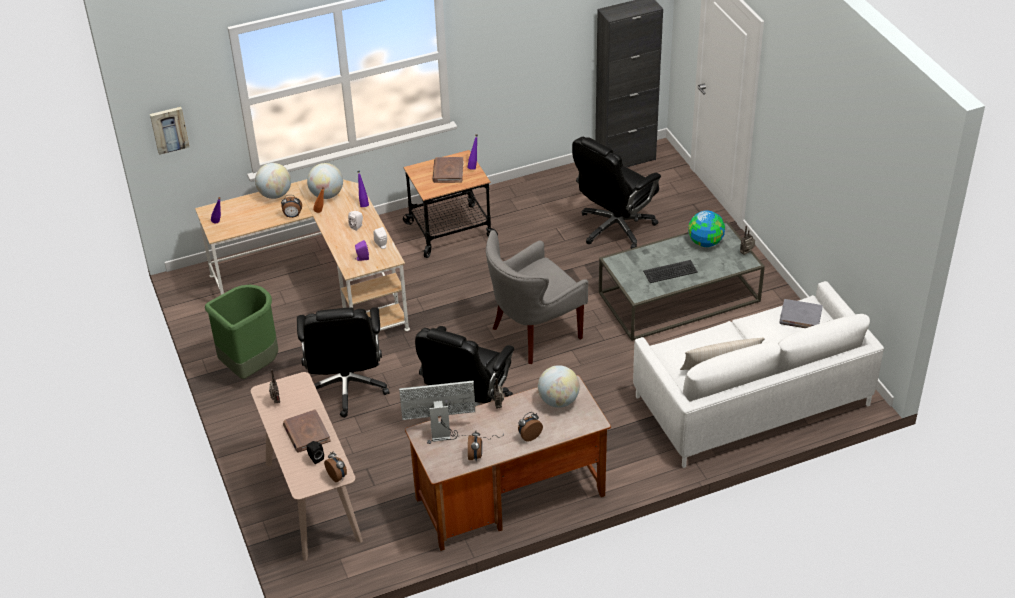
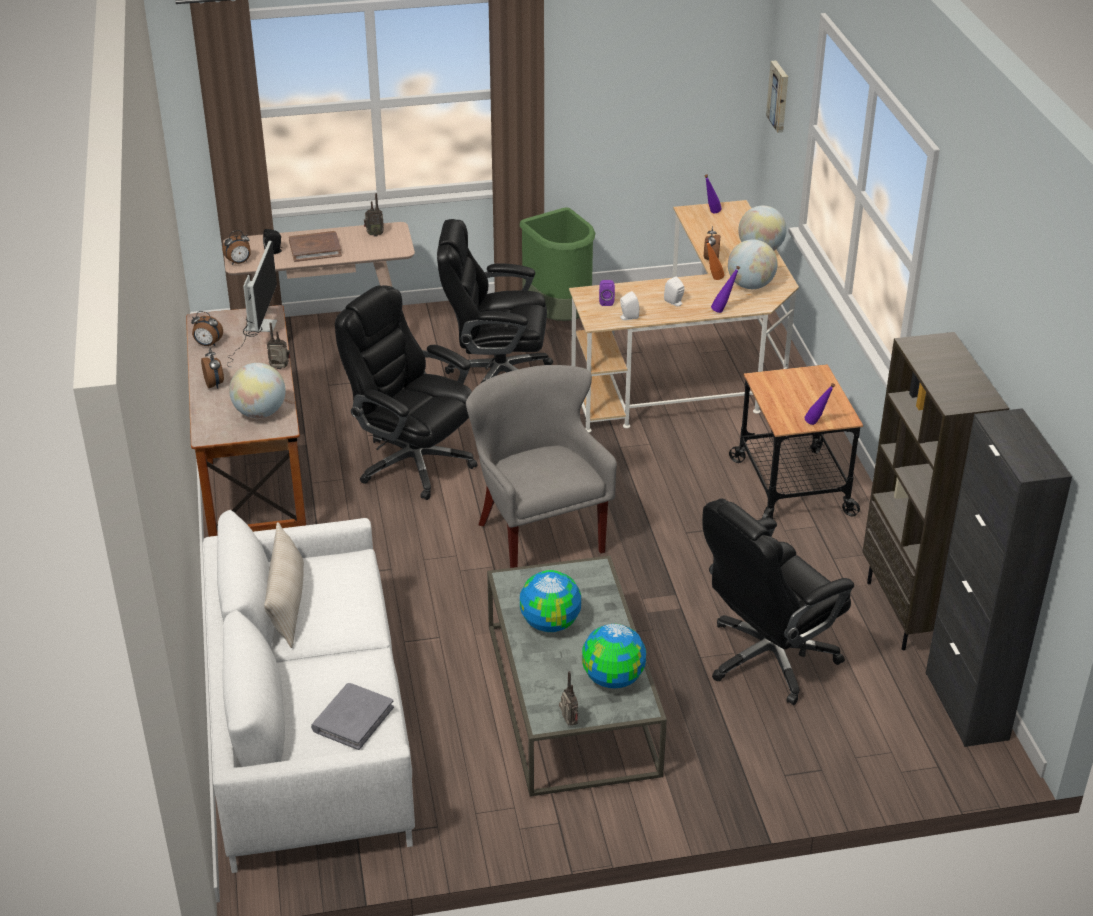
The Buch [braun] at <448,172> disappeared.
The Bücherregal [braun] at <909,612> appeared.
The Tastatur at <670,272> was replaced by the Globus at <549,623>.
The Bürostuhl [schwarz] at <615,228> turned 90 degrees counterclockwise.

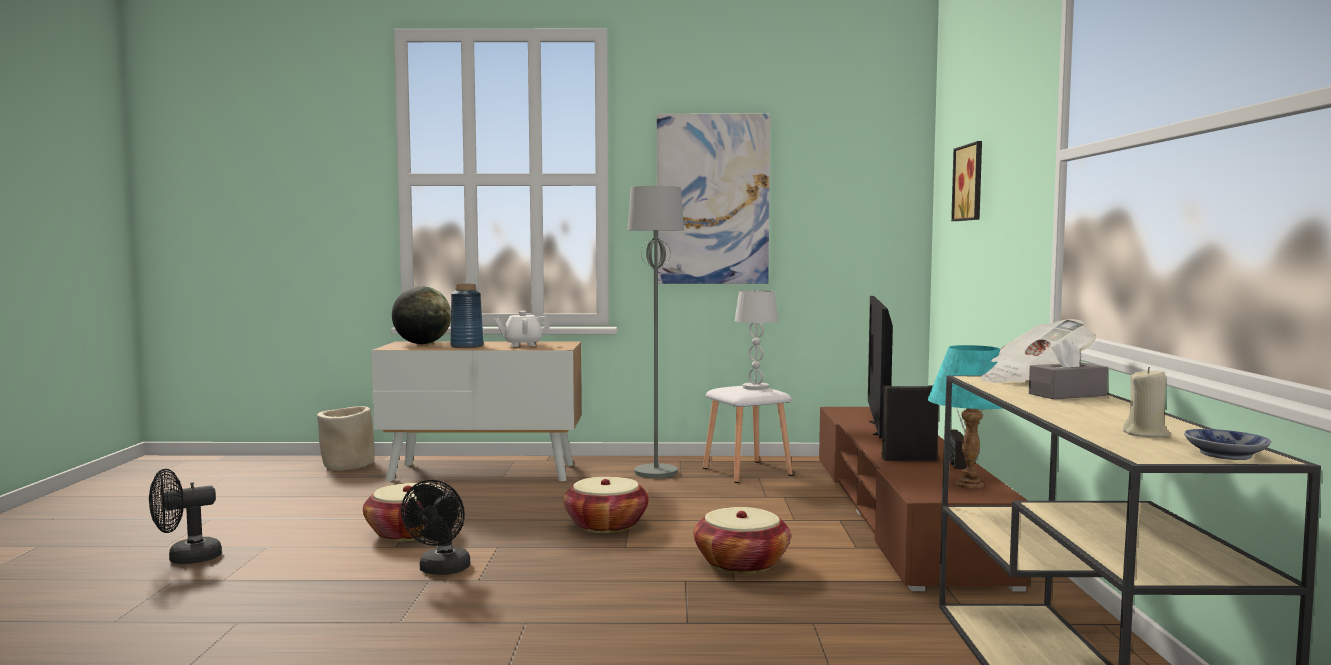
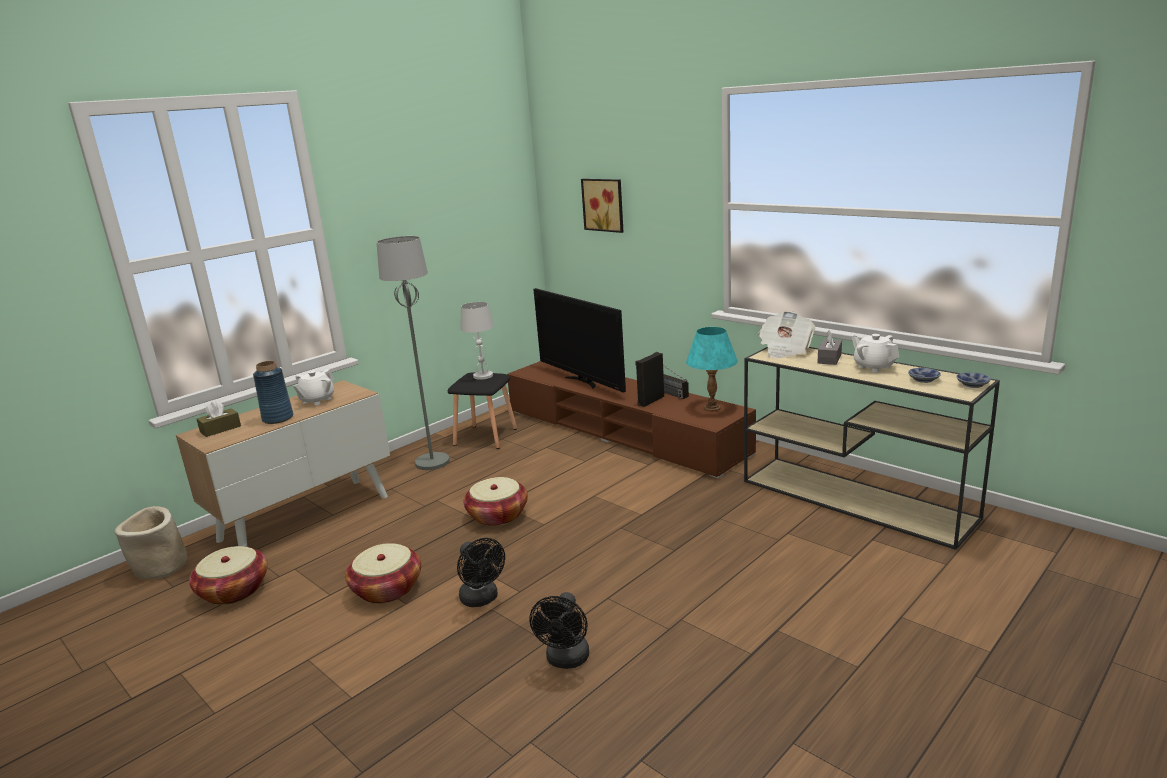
The Bild at <712,199> disappeared.
The Teekanne [weiß] at <873,367> appeared.
The Ventilator [schwarz] moved from <185,558> to <566,660>.
The Korb moved from <741,563> to <234,591>.
The Globus at <422,343> was replaced by the Taschentuchbox [braun] at <220,429>.
The Kerze [beige] at <1146,434> was replaced by the Schüssel at <924,380>.
The Hocker [weiß] at <747,471> became the Hocker [schwarz] at <485,436>.

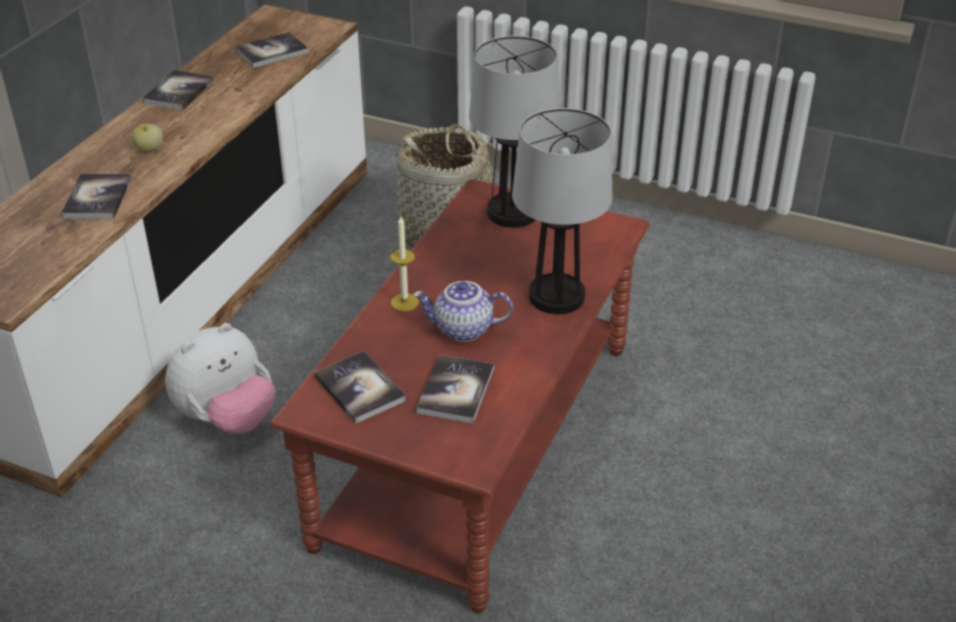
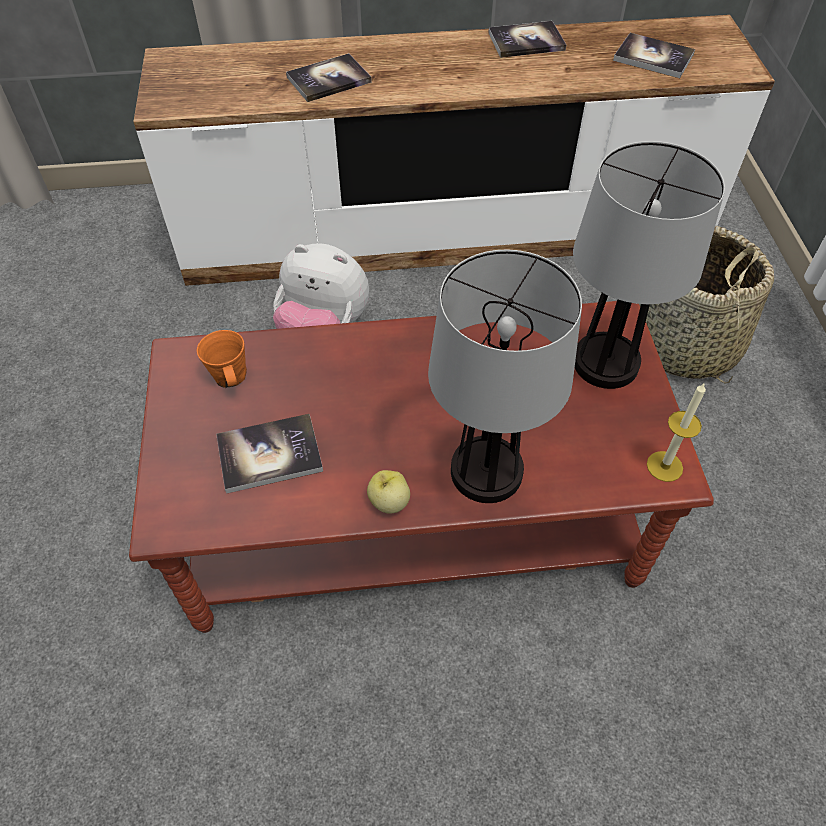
The Teekanne at <463,330> disappeared.
The Apfel moved from <149,149> to <388,502>.
The Kerze moved from <404,302> to <664,466>.
The Buch at <360,388> was replaced by the Henkelbecher [orange] at <230,378>.

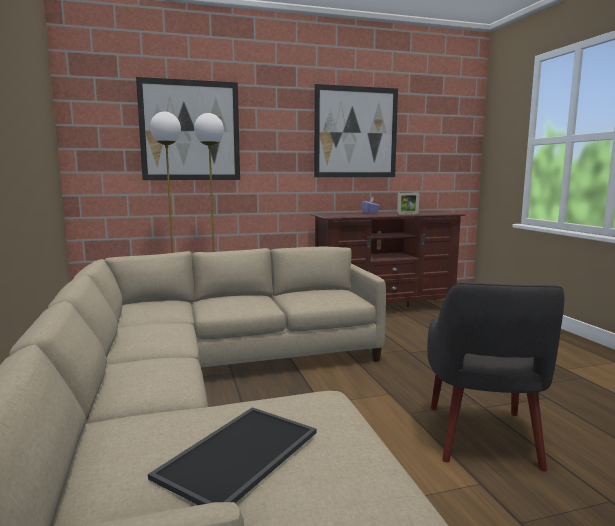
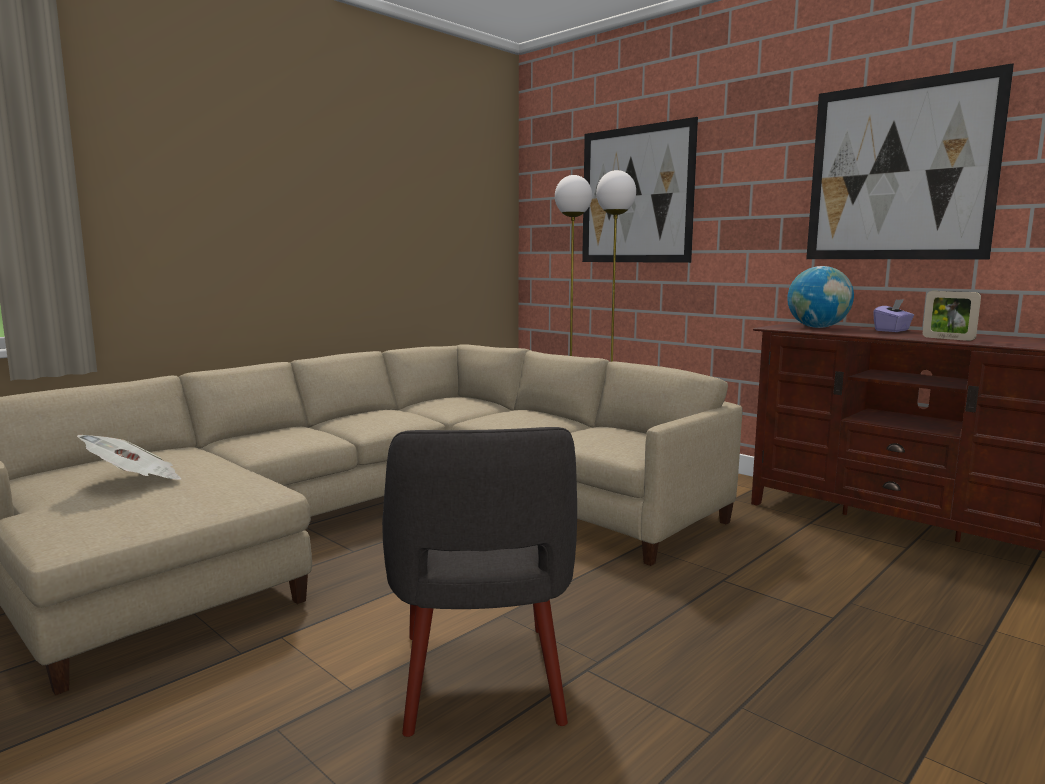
The Globus at <817,327> appeared.
The Tablett at <238,452> was replaced by the Zeitung at <135,480>.
The Sessel [grau] at <483,437> turned 75 degrees counterclockwise.

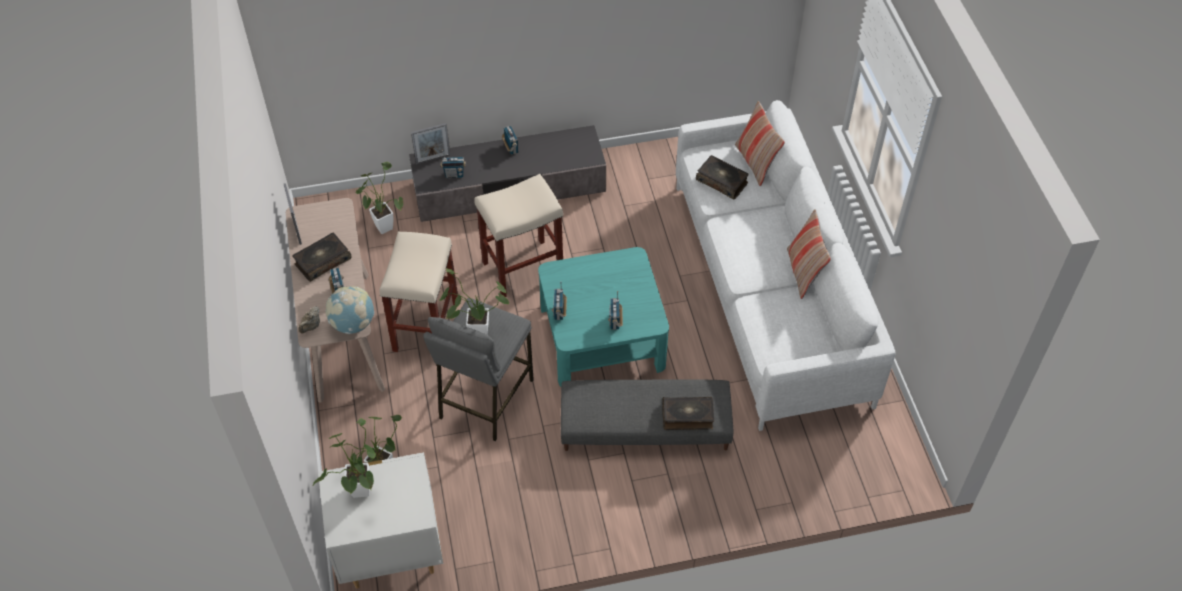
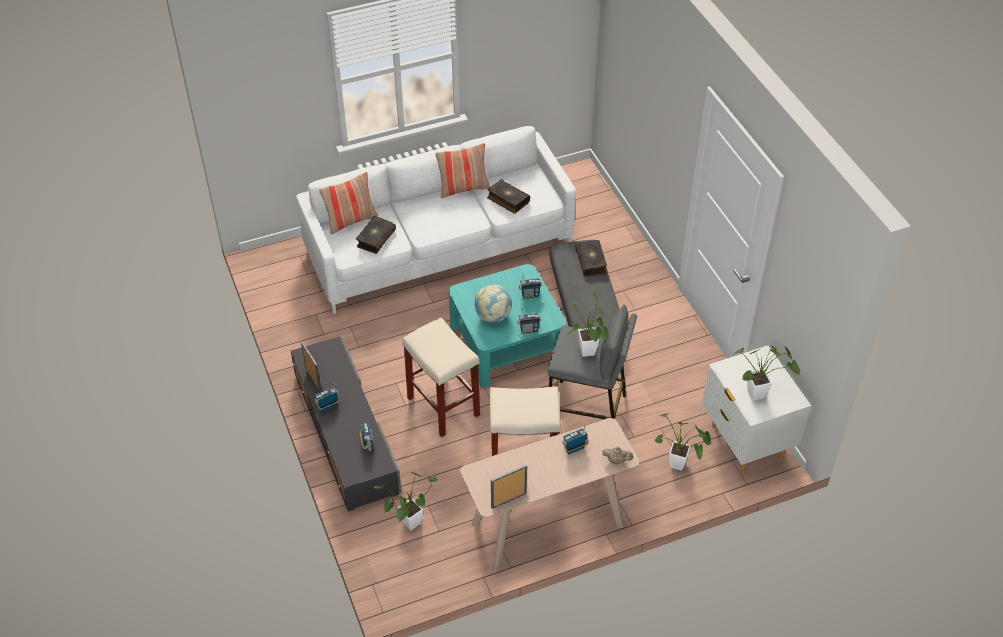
The Buch moved from <322,261> to <508,200>.
The Globus moved from <353,324> to <493,316>.
The Bilderrahmen moved from <433,159> to <313,380>.

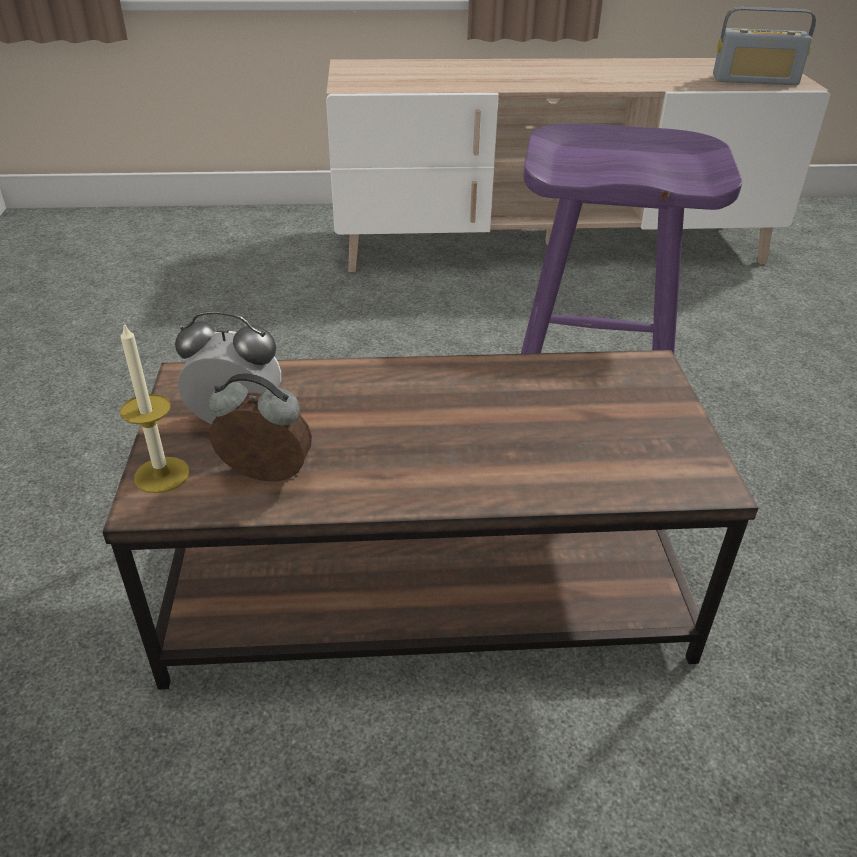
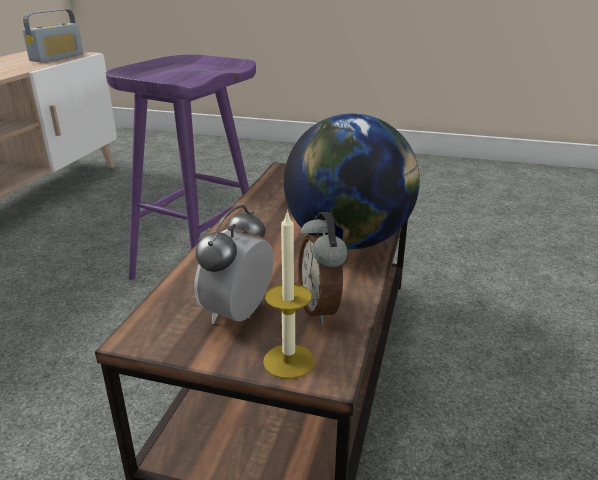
The Globus at <349,241> appeared.
The Wecker at <265,477> turned 45 degrees counterclockwise.

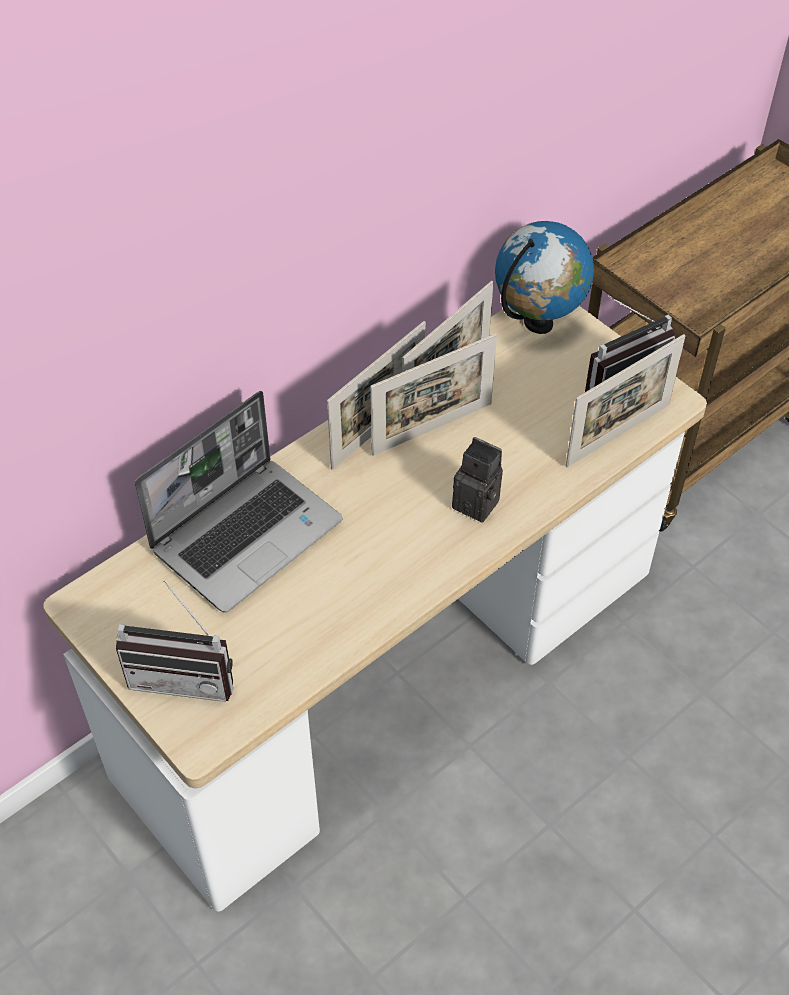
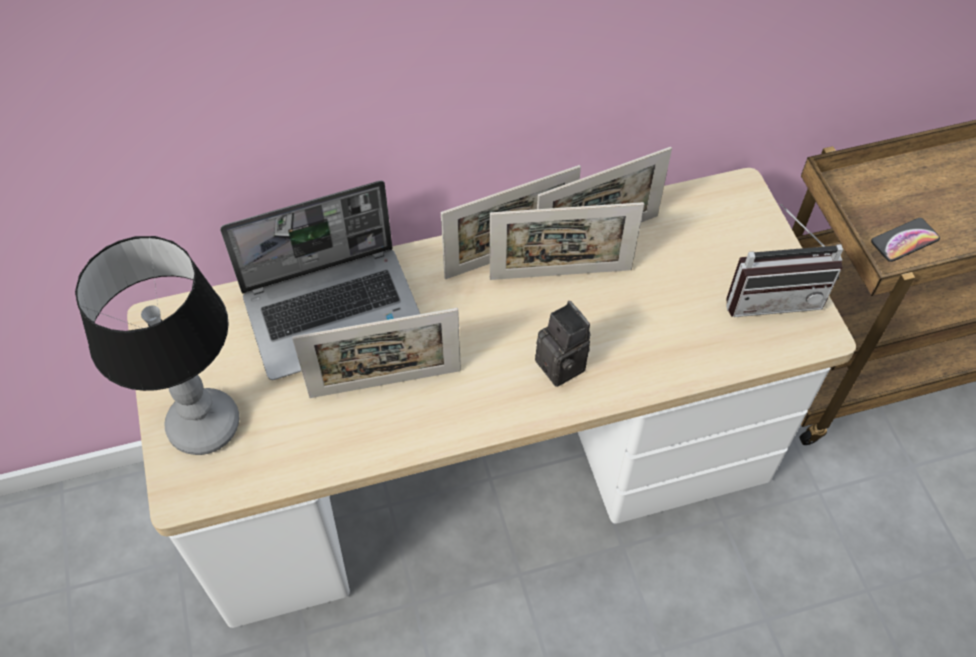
The Globus at <538,323> disappeared.
The Handy at <904,240> appeared.
The Bilderrahmen moved from <618,435> to <385,383>.
The Radio at <185,675> was replaced by the Tischlampe at <206,425>.

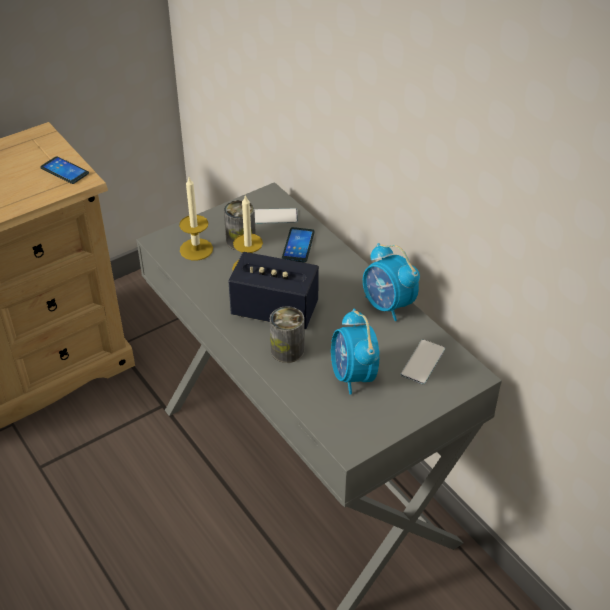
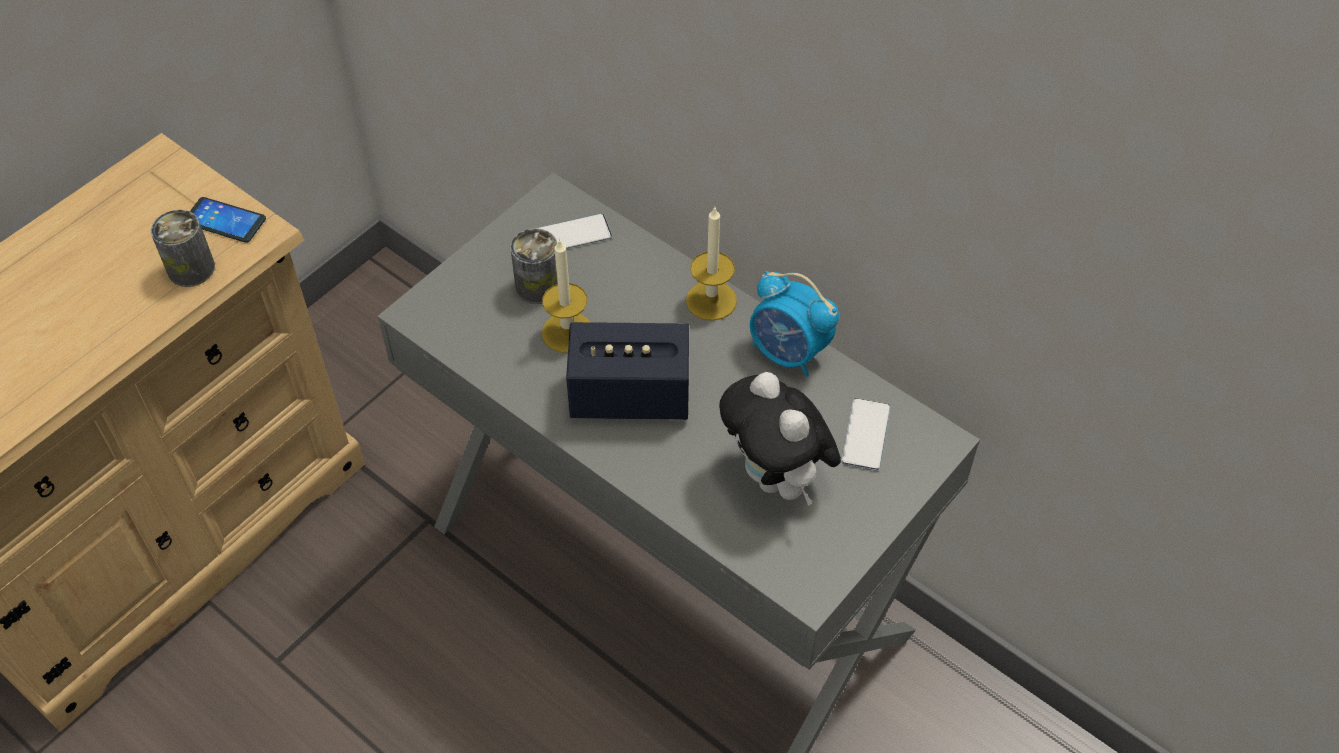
The Handy at <298,245> disappeared.
The Kerze moved from <196,249> to <711,300>.
The Dose moved from <287,350> to <191,269>.
The Wecker at <353,376> was replaced by the Plüschtier at <777,479>.

